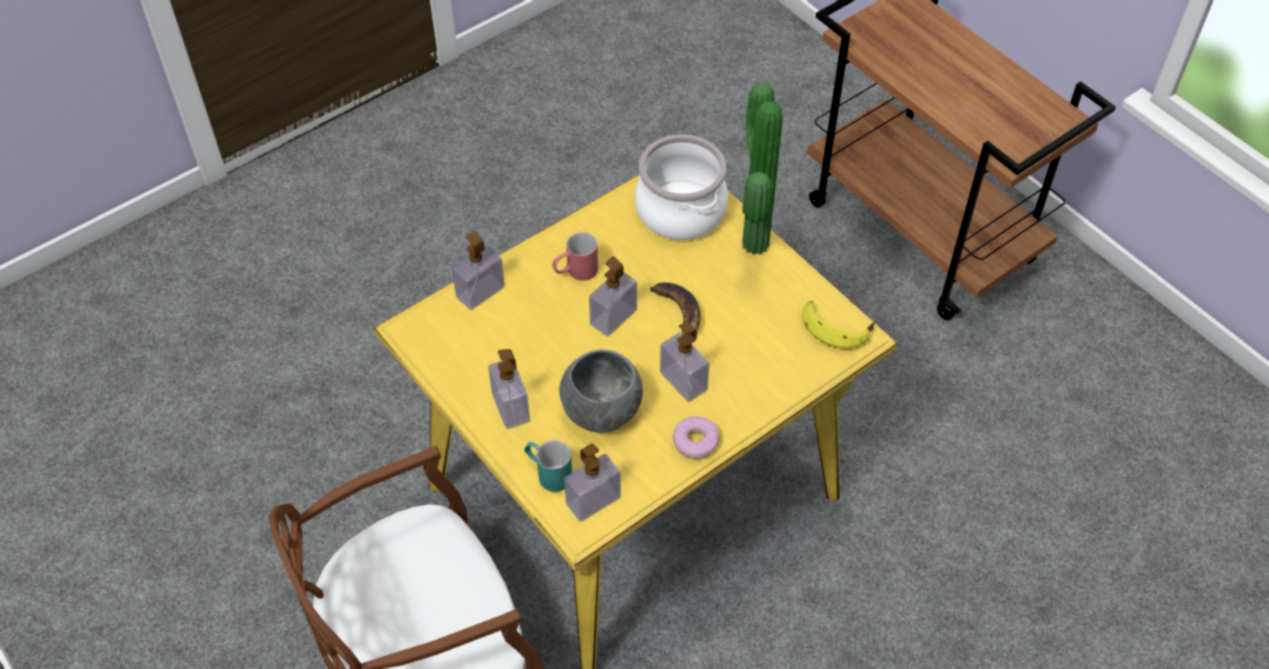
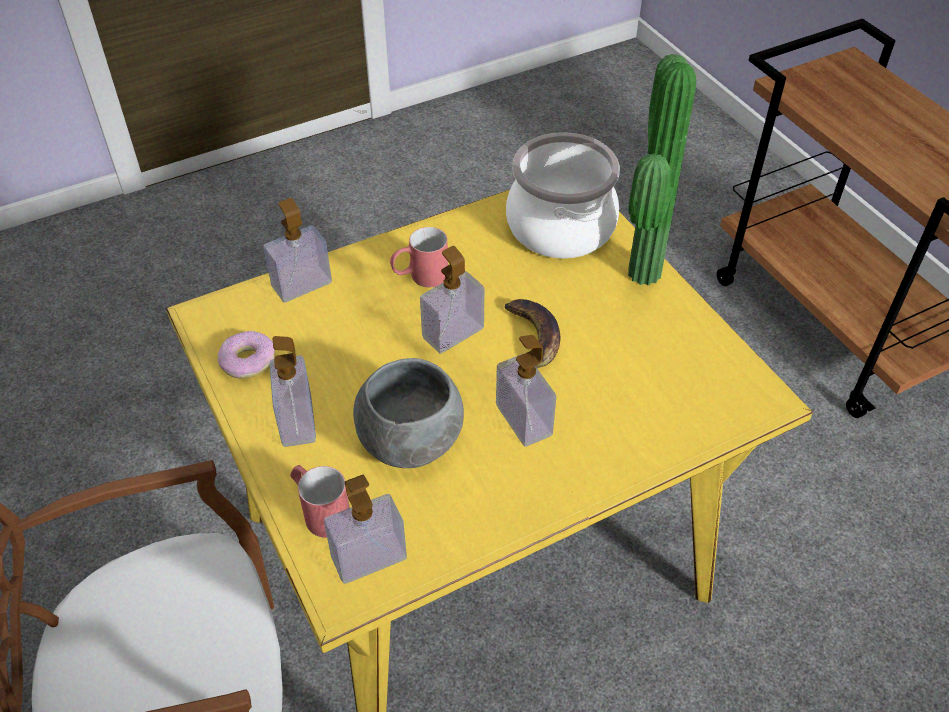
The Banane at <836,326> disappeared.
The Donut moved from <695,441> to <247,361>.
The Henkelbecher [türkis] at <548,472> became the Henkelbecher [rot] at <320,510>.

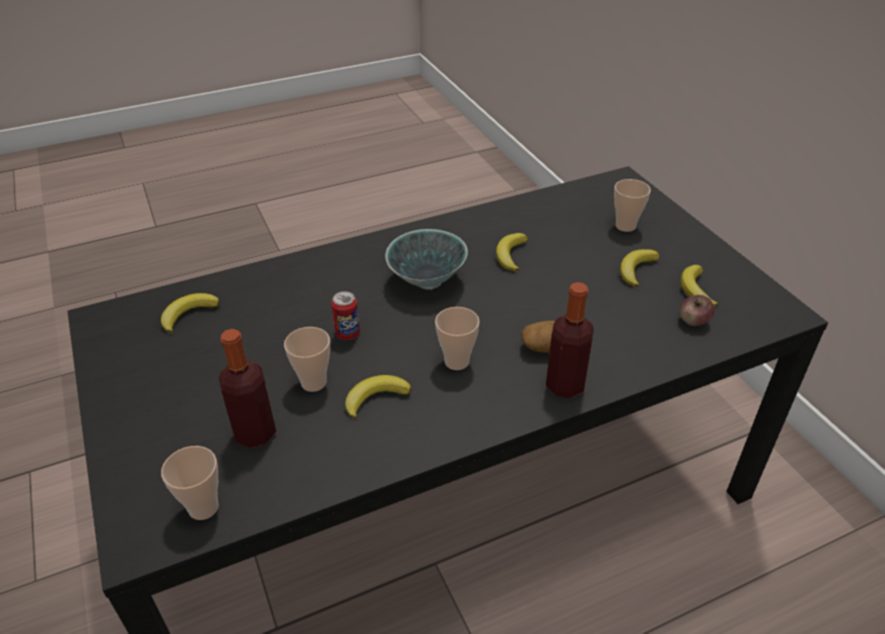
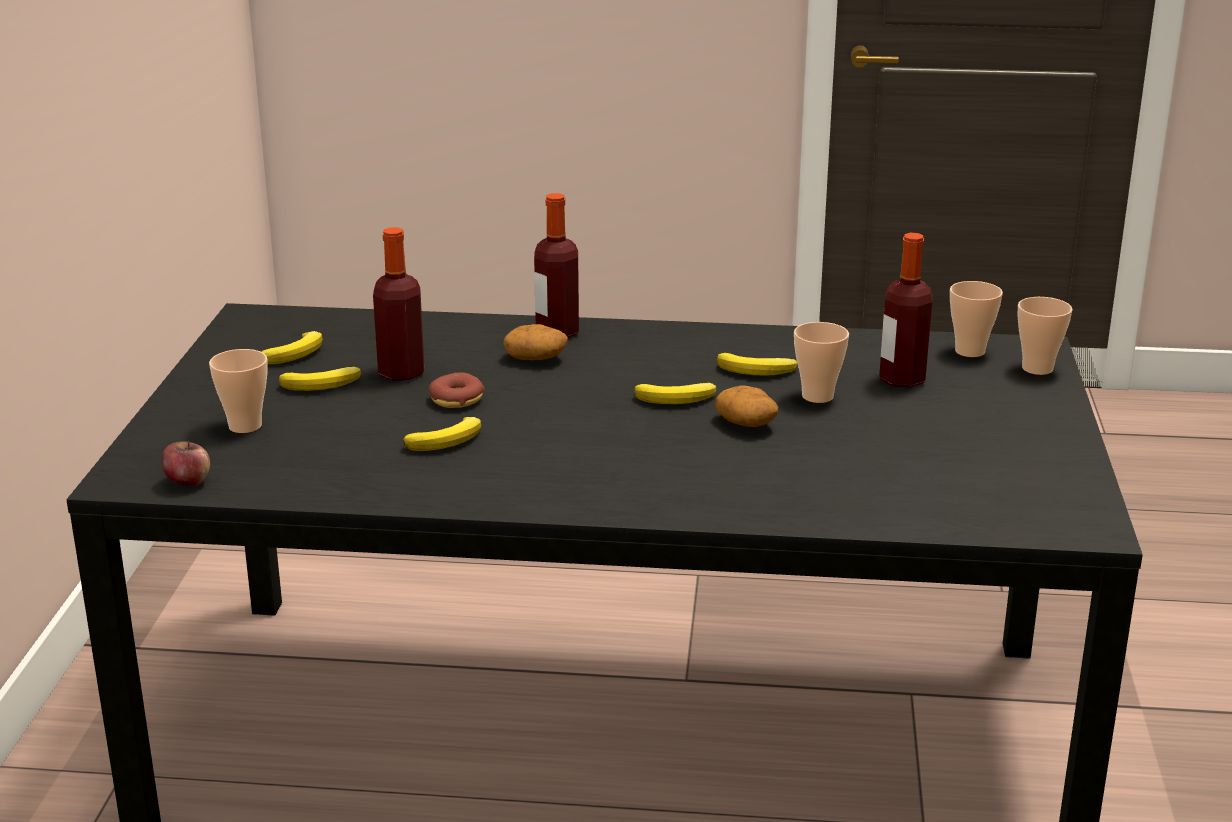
The Schüssel at <427,280> disappeared.
The Flasche at <401,372> appeared.
The Donut at <457,399> appeared.
The Banane moved from <188,314> to <678,399>.
The Tasse moved from <456,362> to <1037,368>.
The Apfel moved from <693,321> to <188,482>.
The Dose at <347,334> was replaced by the Kartoffel at <747,423>.

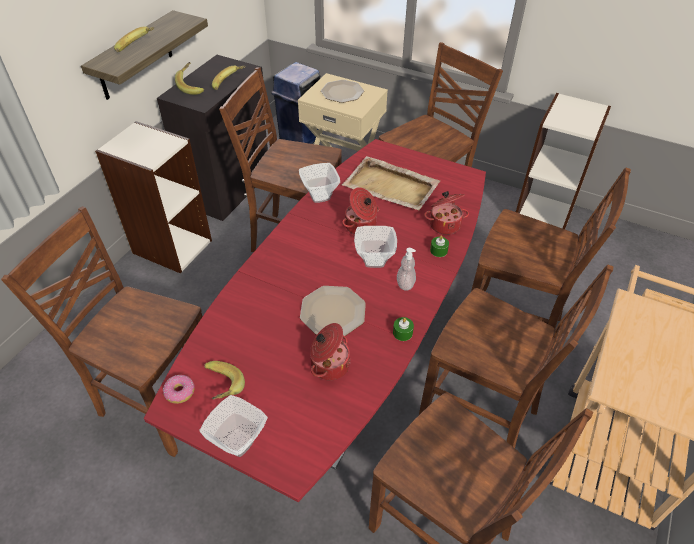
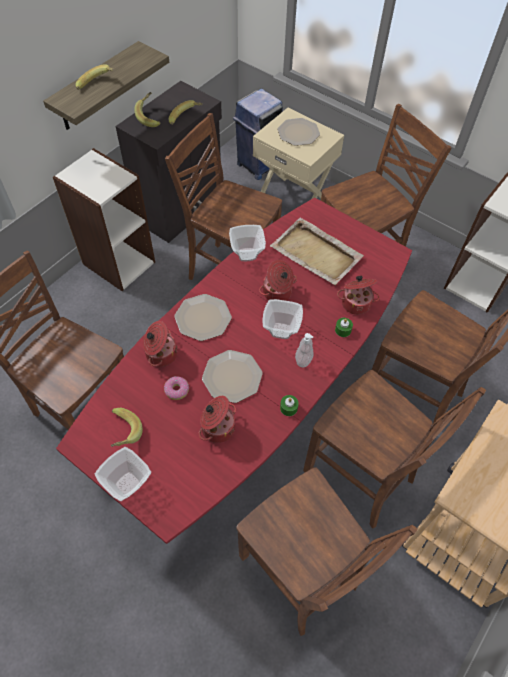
The Kochtopf at <160,354> appeared.
The Teller at <203,318> appeared.
The Donut moved from <180,392> to <177,390>.

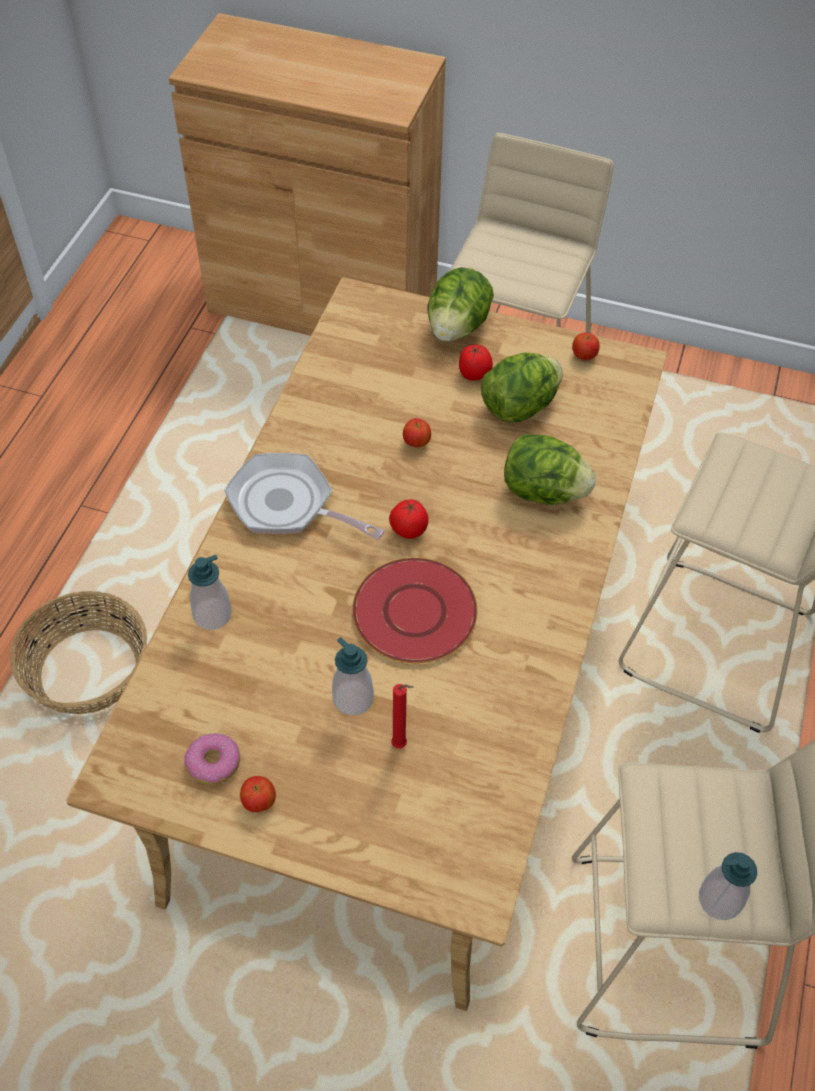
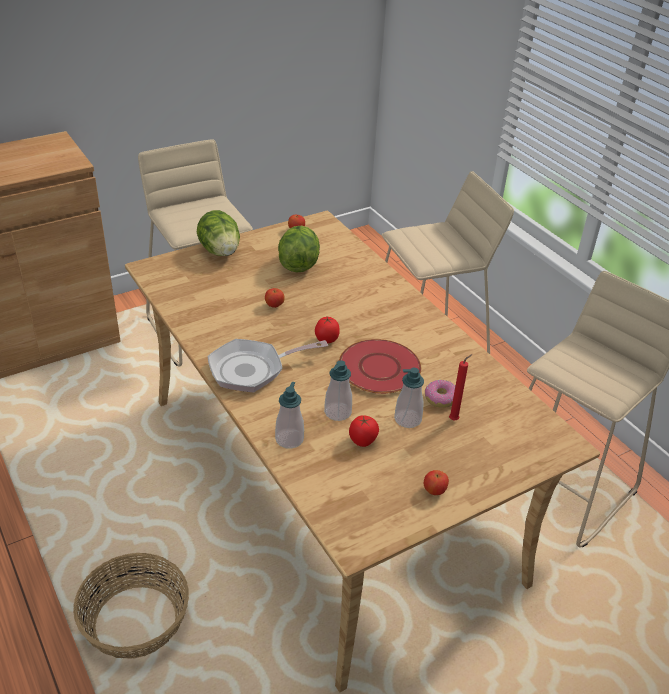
The Salatkopf at <543,491> disappeared.
The Donut moved from <214,763> to <440,398>.
The Tomate moved from <474,375> to <363,441>.
The Seifenspender moved from <719,899> to <337,412>.

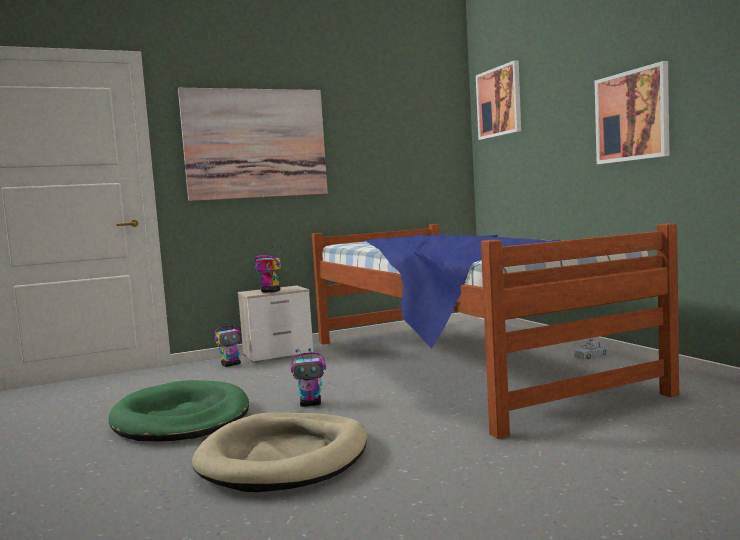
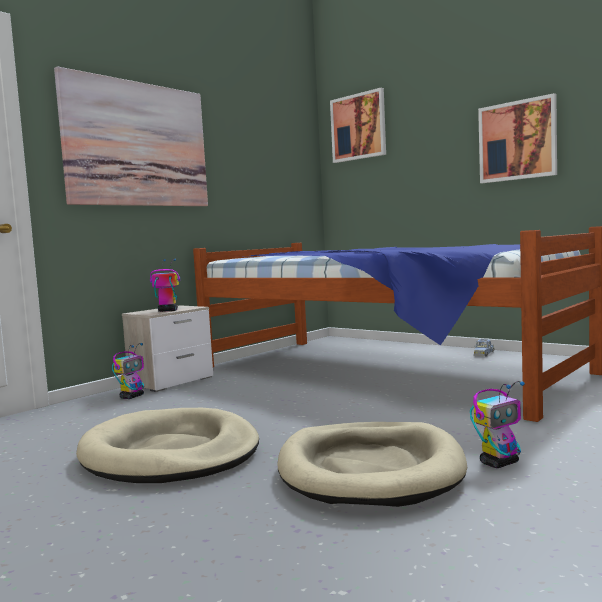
The Spielzeugroboter moved from <311,404> to <499,463>.
The Hundebett [grün] at <181,418> became the Hundebett [beige] at <170,453>.

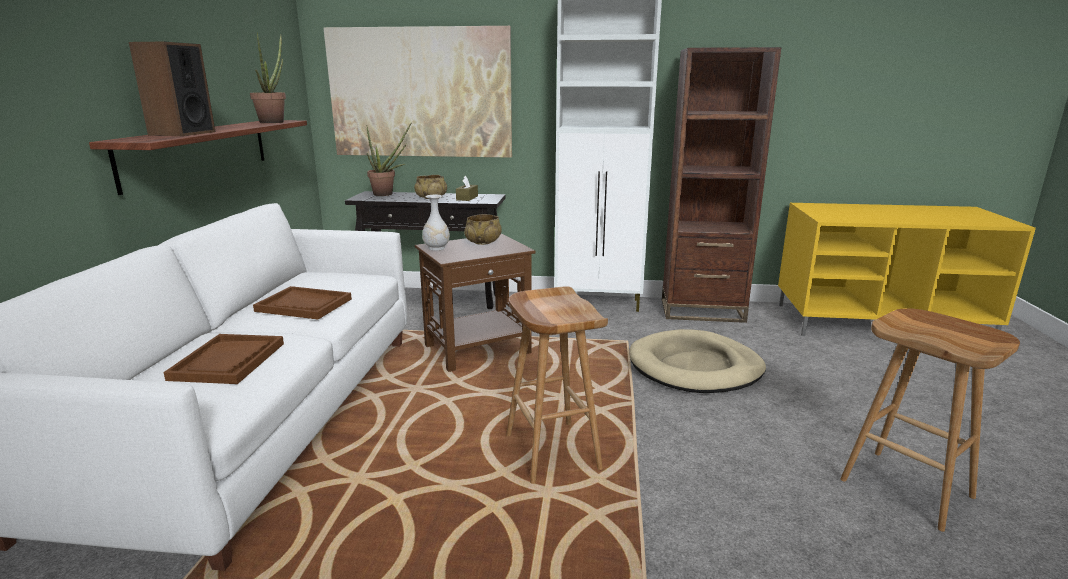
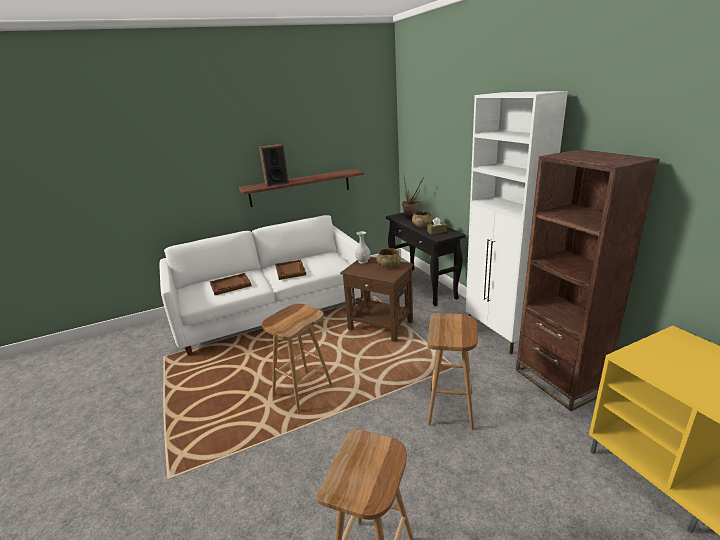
The Topfpflanze at <274,122> disappeared.
The Bild at <420,93> disappeared.
The Hundebett [beige] at <695,367> was replaced by the Hocker [braun] at <451,408>.

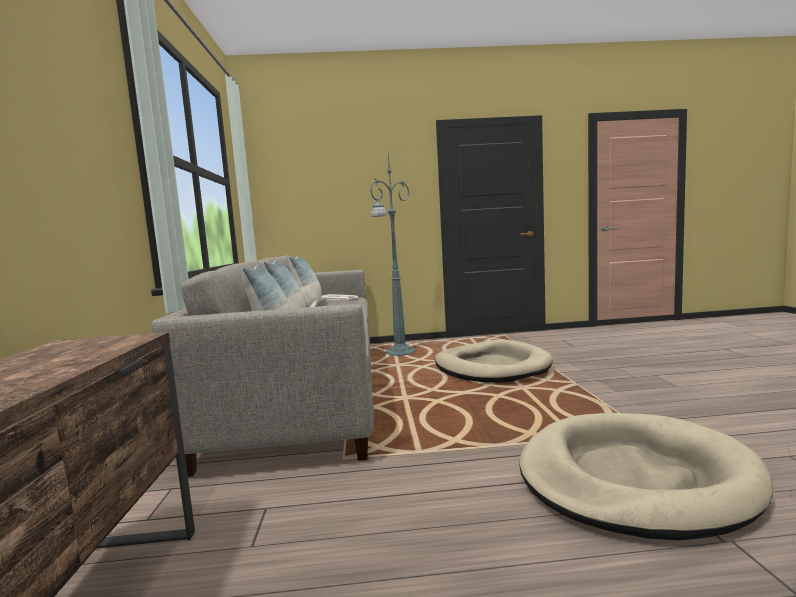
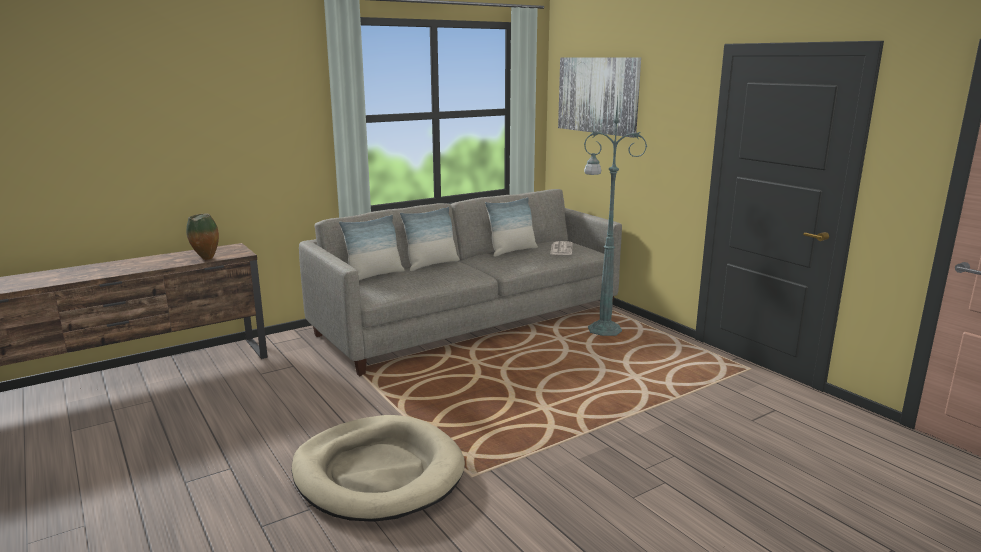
The Hundebett [beige] at <491,367> disappeared.
The Vase at <206,259> appeared.
The Bild at <598,95> appeared.

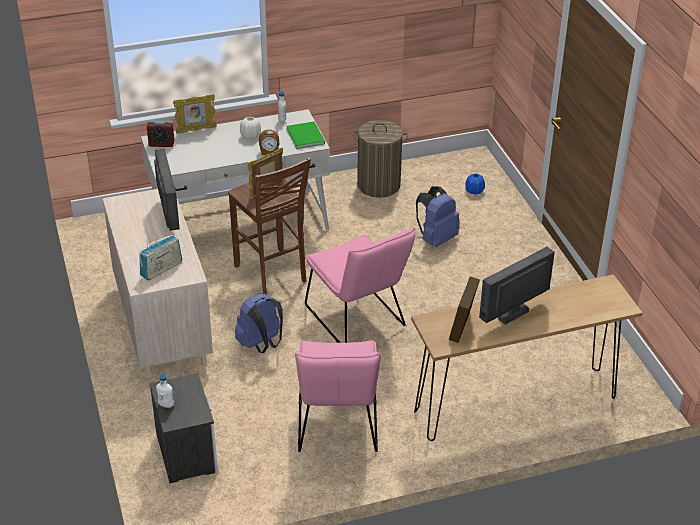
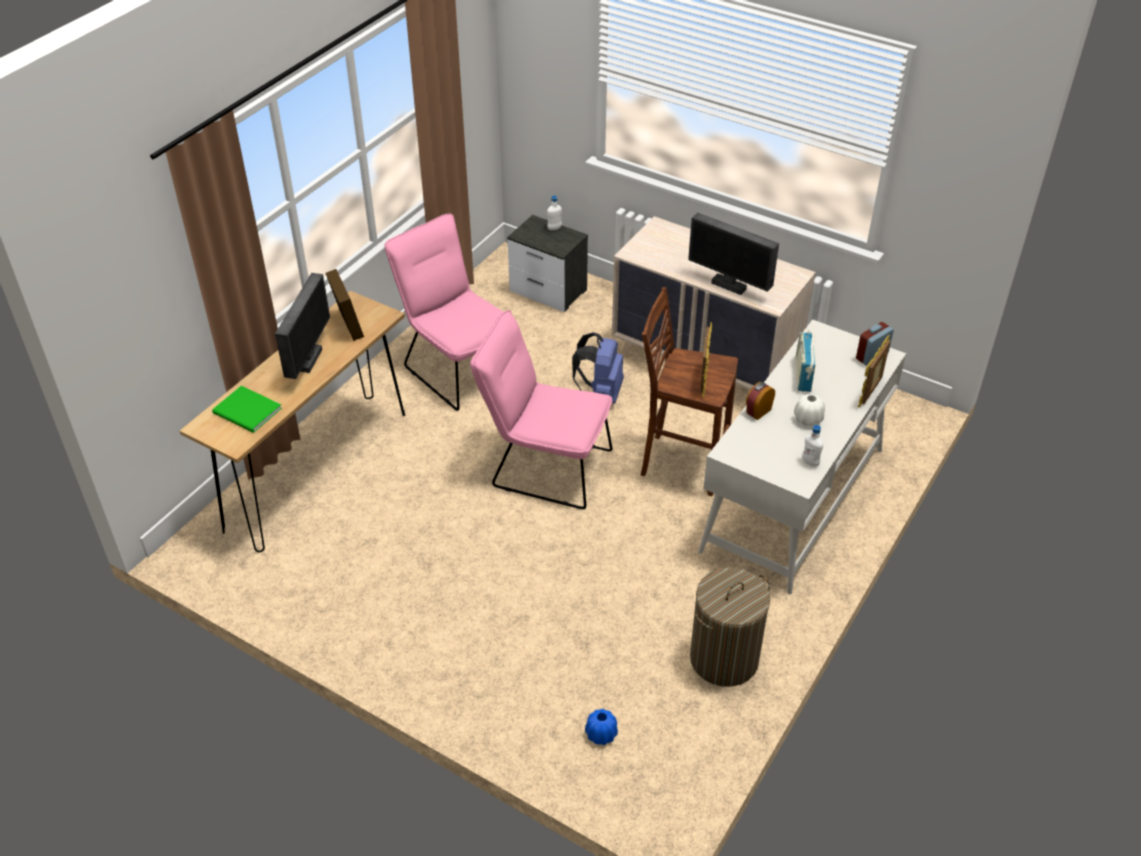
The Rucksack [blau] at <436,238> disappeared.
The Radio moved from <161,269> to <803,375>.
The Buch [grün] moved from <306,135> to <247,412>.

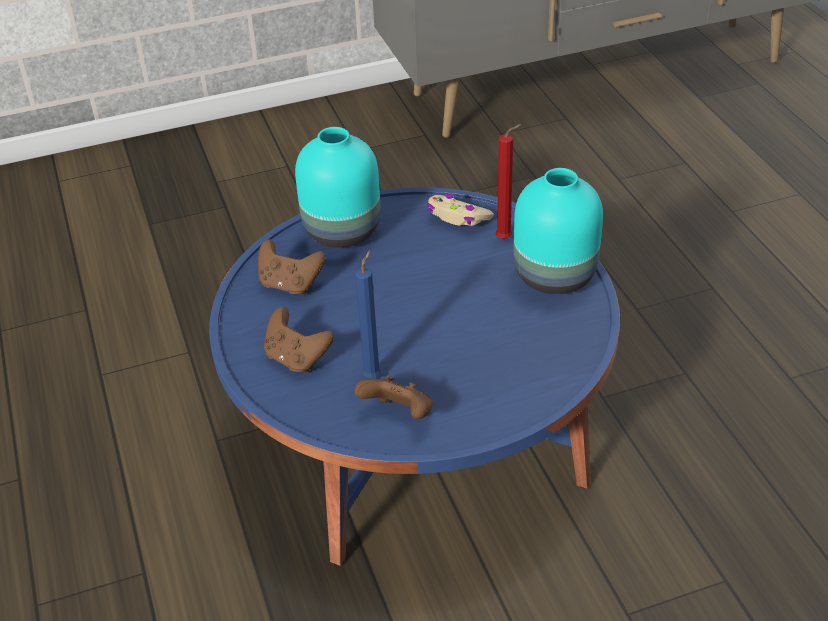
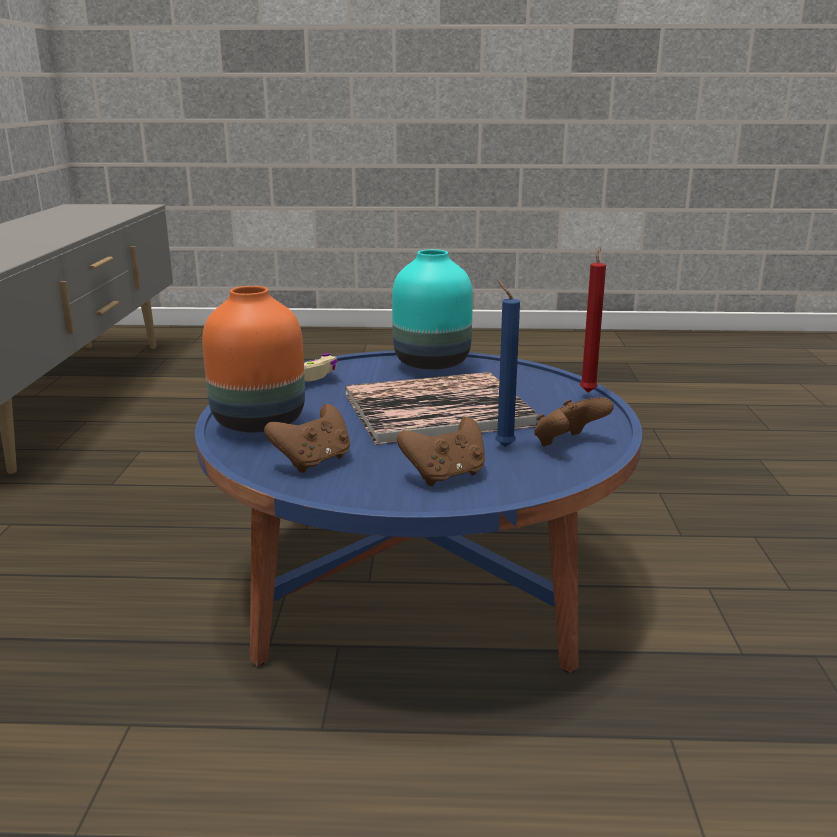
The Buch at <437,409> appeared.
The Kerze [rot] moved from <506,239> to <588,391>.
The Vase [türkis] at <340,231> became the Vase [orange] at <258,423>.

